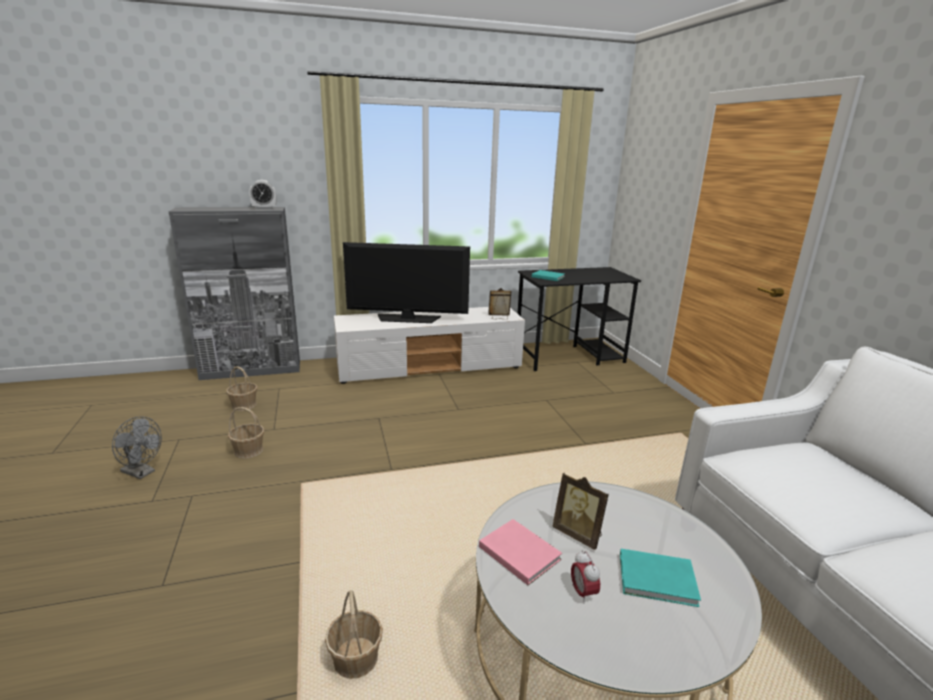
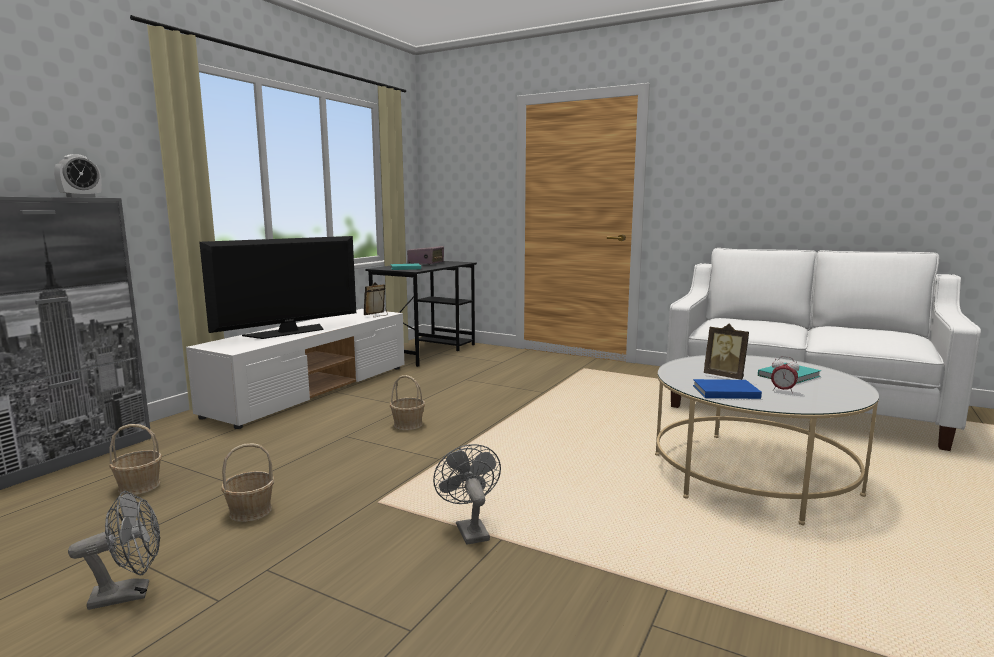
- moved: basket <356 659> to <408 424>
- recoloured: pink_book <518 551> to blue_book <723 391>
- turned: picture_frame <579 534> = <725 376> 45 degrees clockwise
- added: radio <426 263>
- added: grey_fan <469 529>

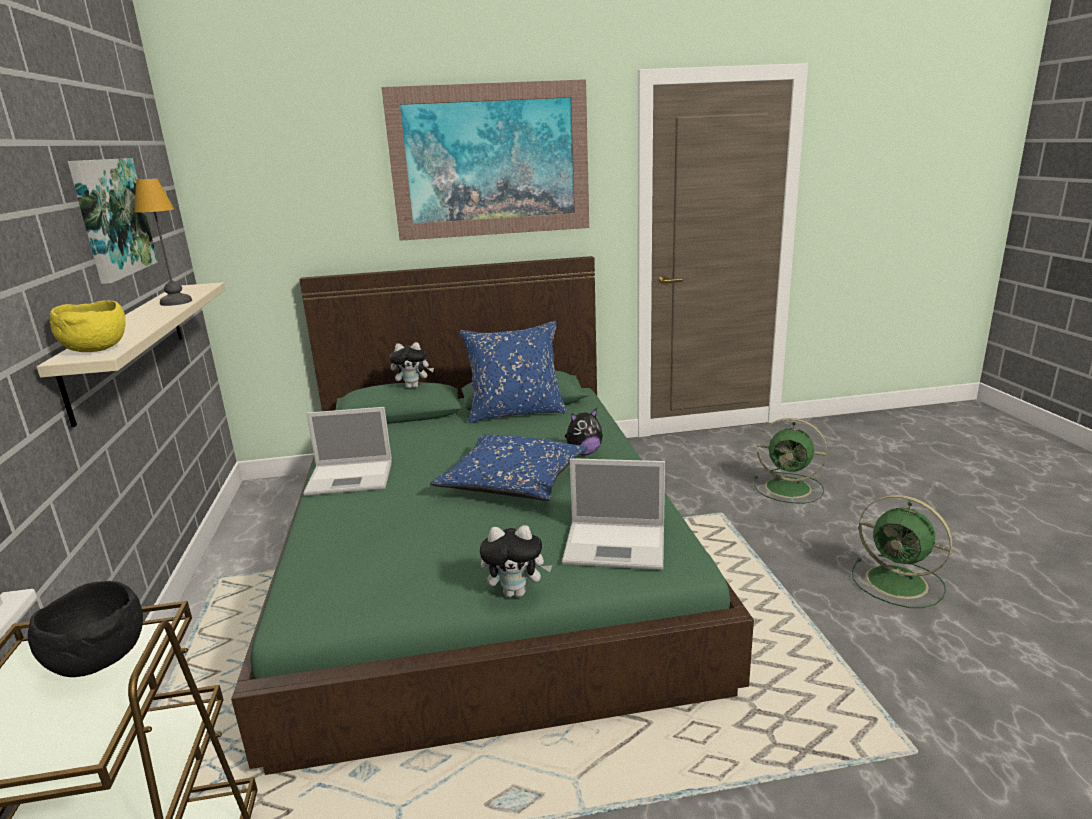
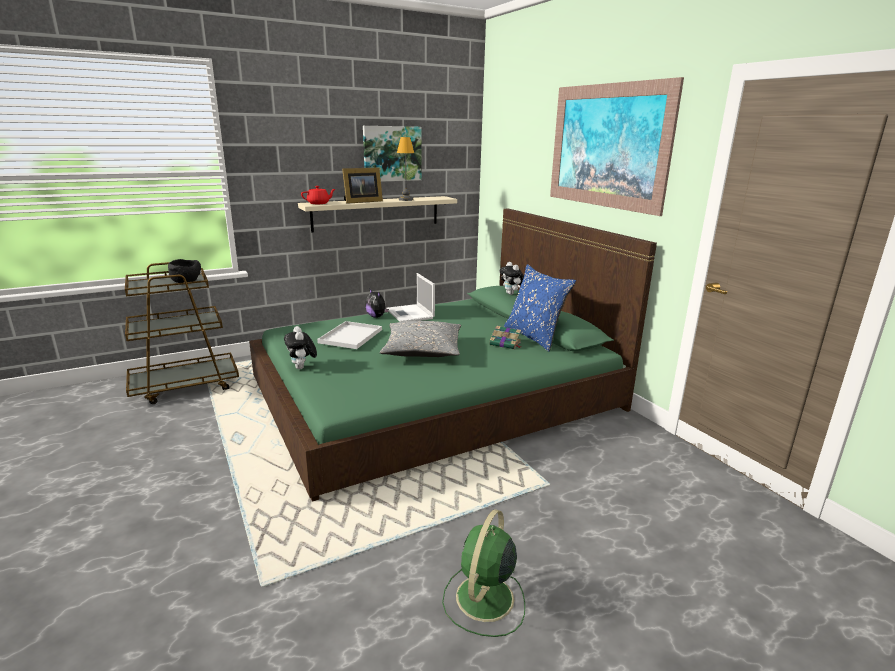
- replaced: yellow_bowl <96 349> to red_teapot <319 203>
- recoloured: blue_pillow <513 483> to grey_pillow <422 350>
- removed: laptop <617 545>
- moved: plush_toy <583 453> to <377 316>
- removed: green_fan <790 488>
- added: white_tray <351 336>
- added: picture_frame <361 202>
- added: book <506 344>

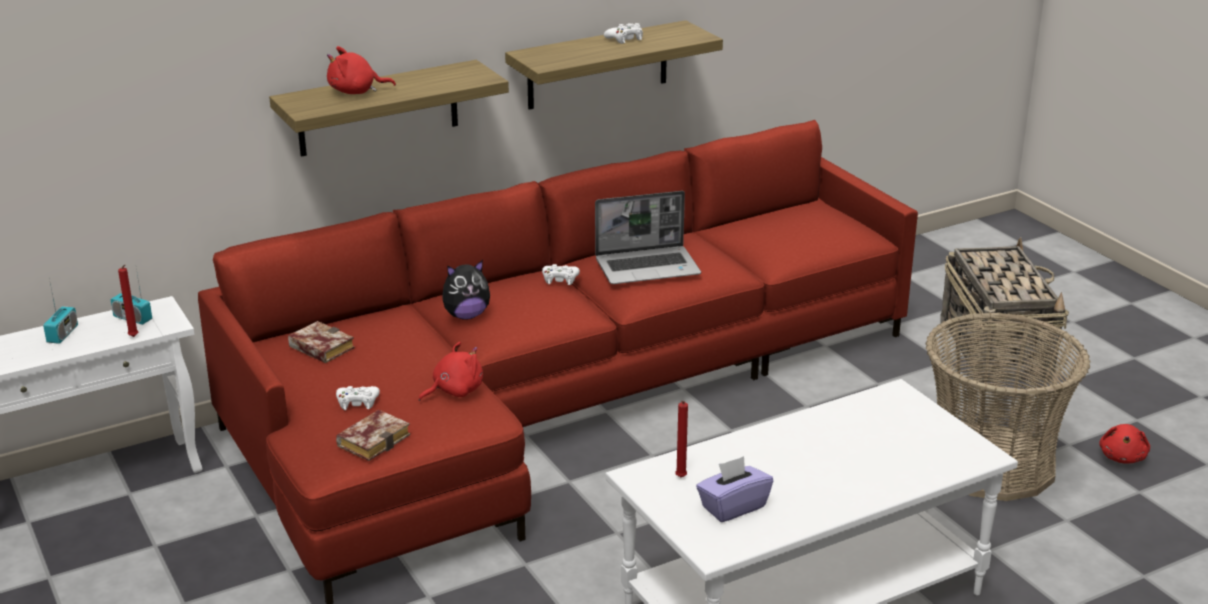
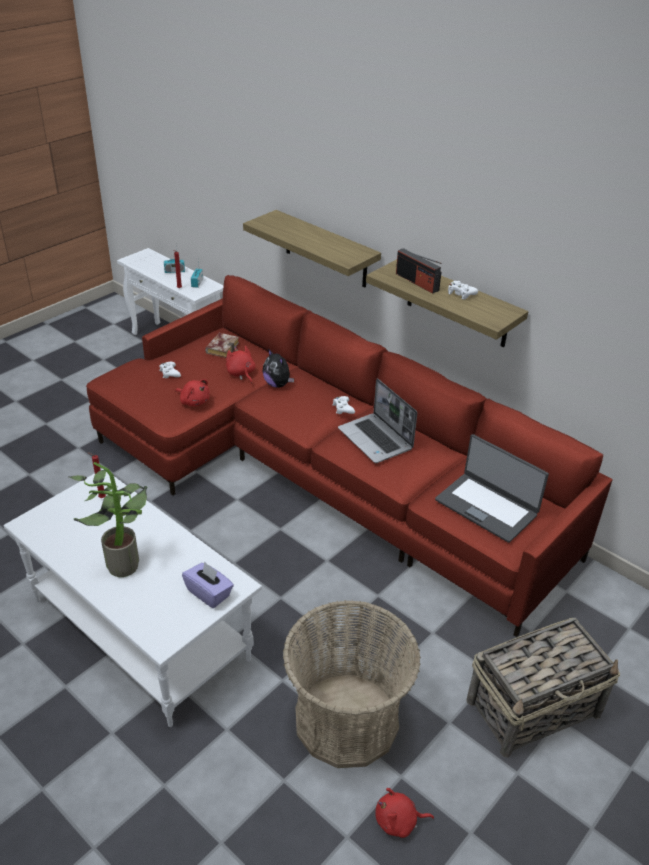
- moved: red_plush_toy <356 92> to <241 373>
- removed: book <374 439>
- moved: purple_tissue_box <733 507> to <209 593>
- added: potted_plant <124 562>
- added: radio <417 282>
- added: laptop <487 507>

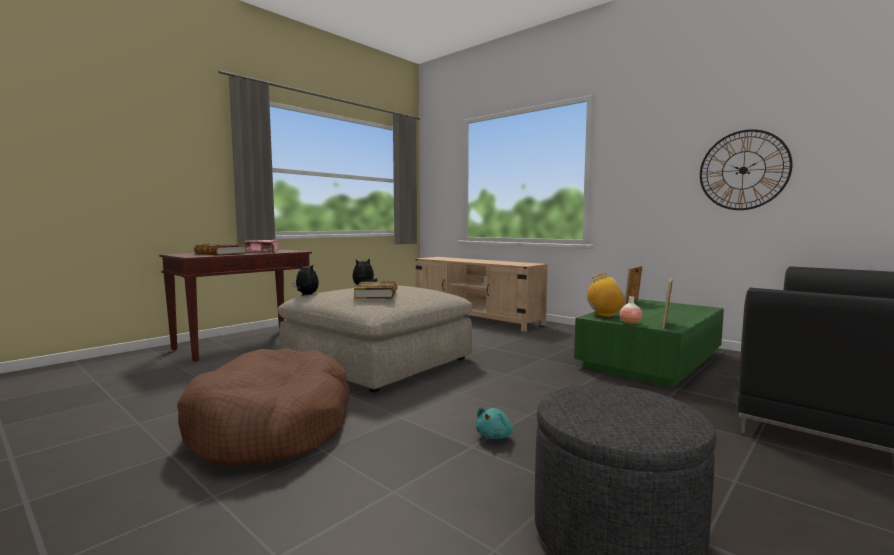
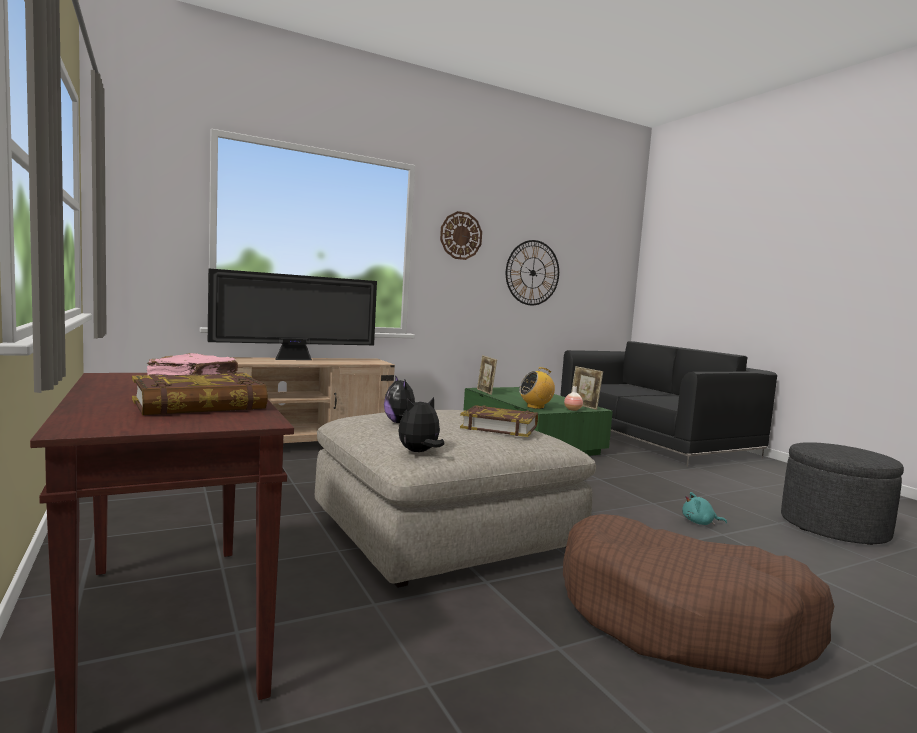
- turned: turquoise_plush_toy <495 436> = <700 523> 135 degrees clockwise
- turned: radio <605 315> = <535 407> 135 degrees counterclockwise
- added: television <295 359>
- added: wall_clock <461 235>

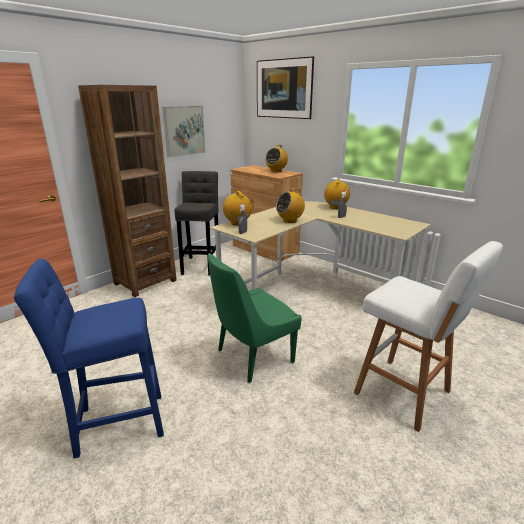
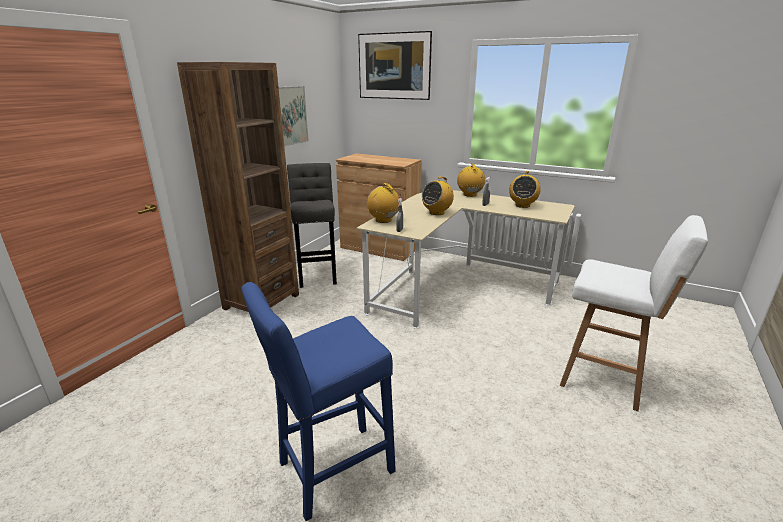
- removed: green_chair <252 357>
- moved: radio <276 171> to <522 205>

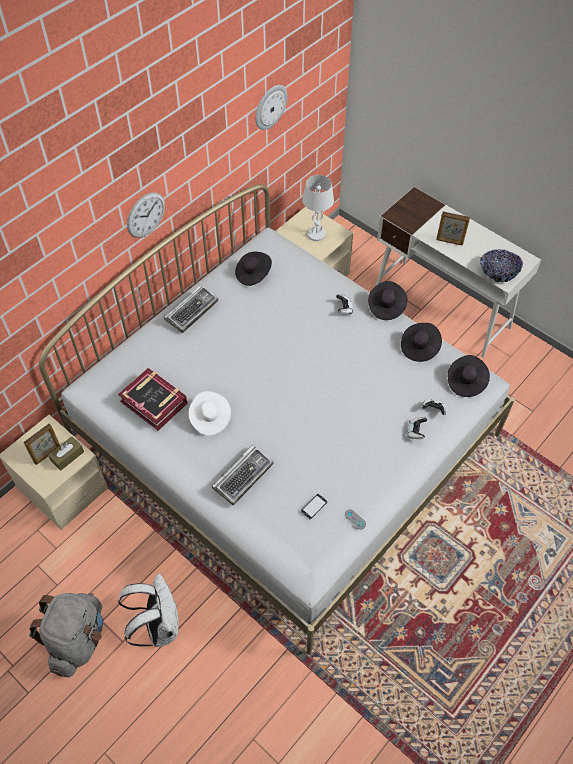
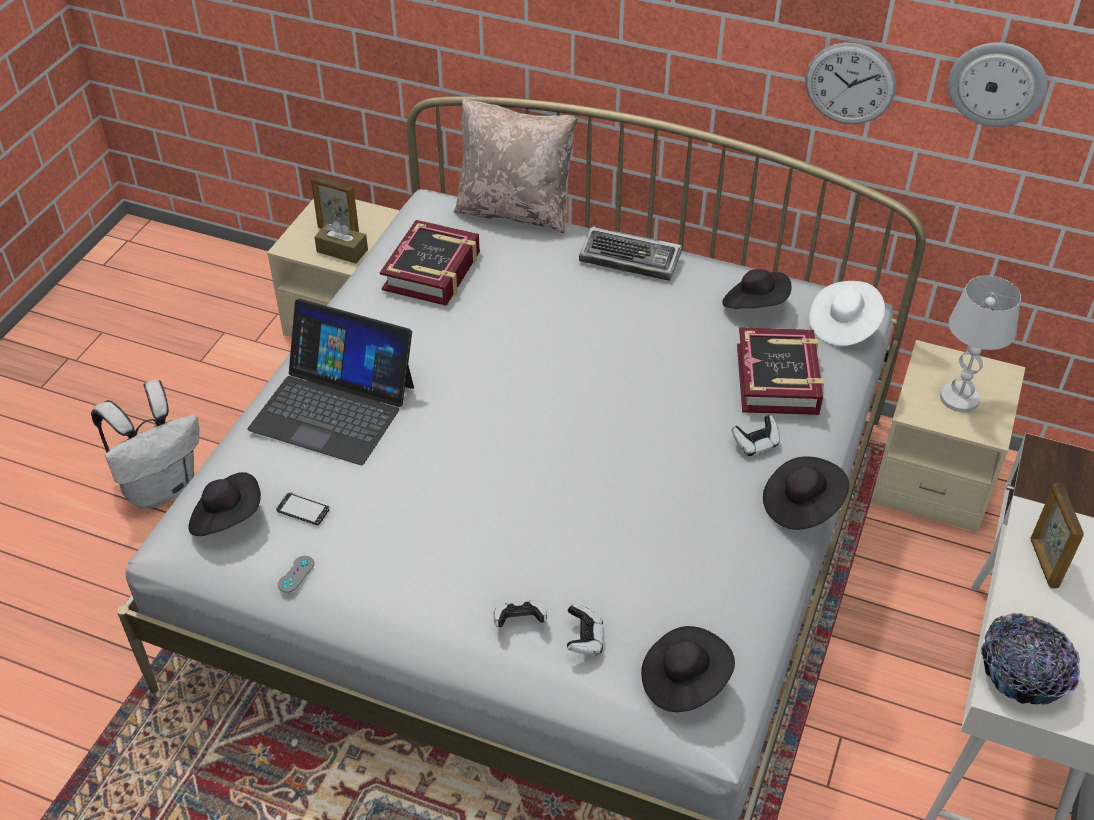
- removed: grey_backpack <77 639>
- moved: wall_clock <146 215> to <850 83>
- moved: white_hat <210 418> to <843 325>
- replaced: keyboard <243 476> to laptop <333 406>
- moved: black_hat <419 347> to <227 518>
- added: beige_pillow <515 210>
- added: book <778 379>

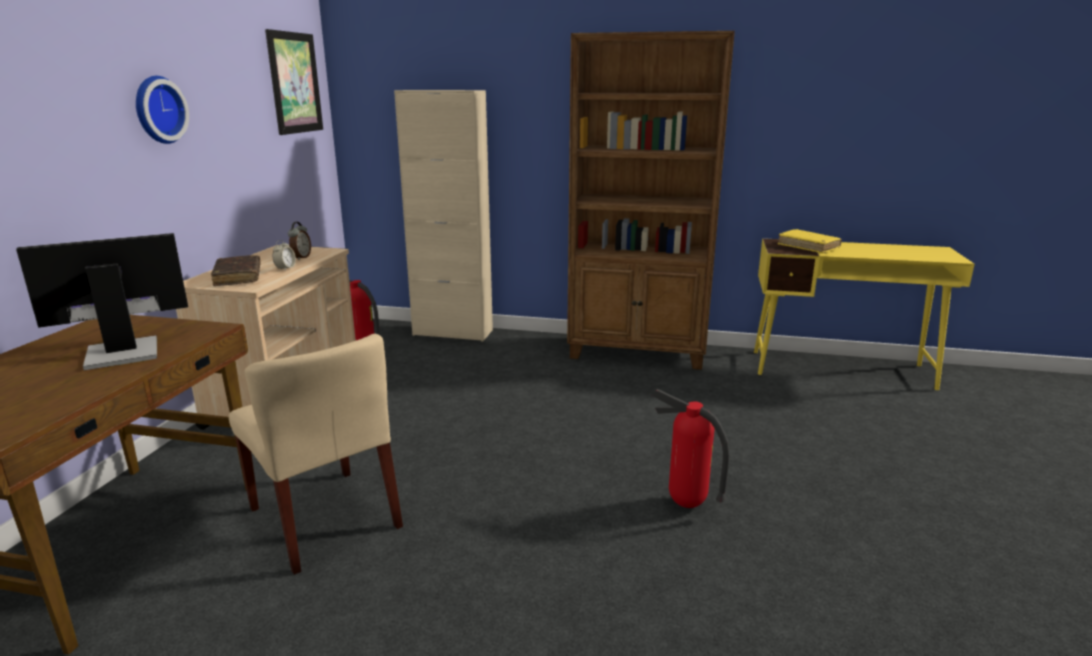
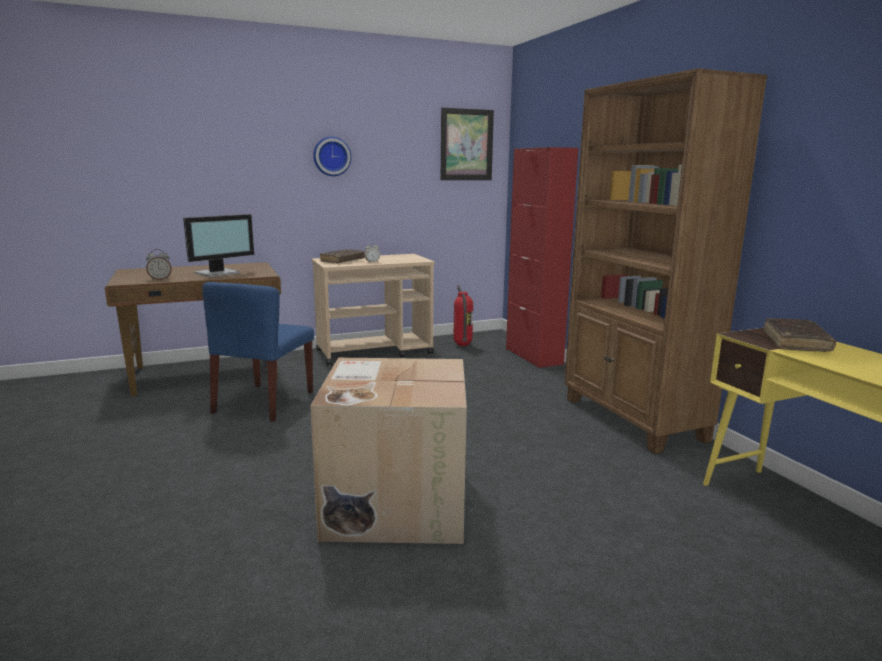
- turned: monitor <121 352> = <218 273> 105 degrees clockwise
- recoloured: beige_chair <325 518> to blue_chair <264 402>
- moved: alarm_clock <301 257> to <160 279>
- recoloured: beige_cabinet <453 332> to red_cabinet <533 356>
- replaced: fire_extinguisher <686 504> to cardboard_box <394 501>
- recoloured: yellow_book <808 247> to brown_book <796 342>

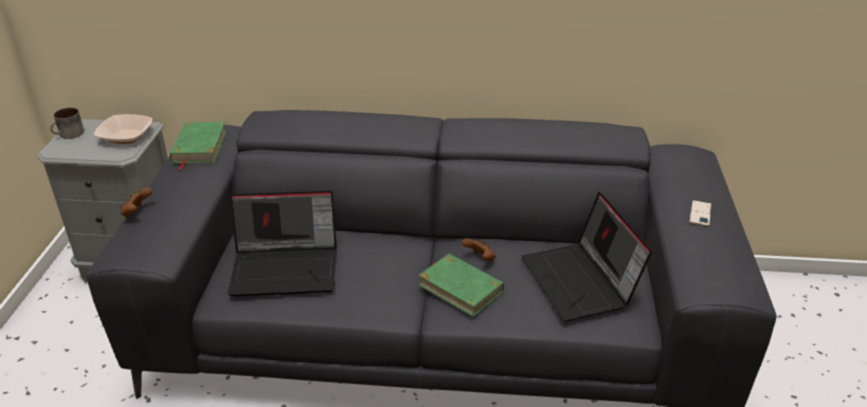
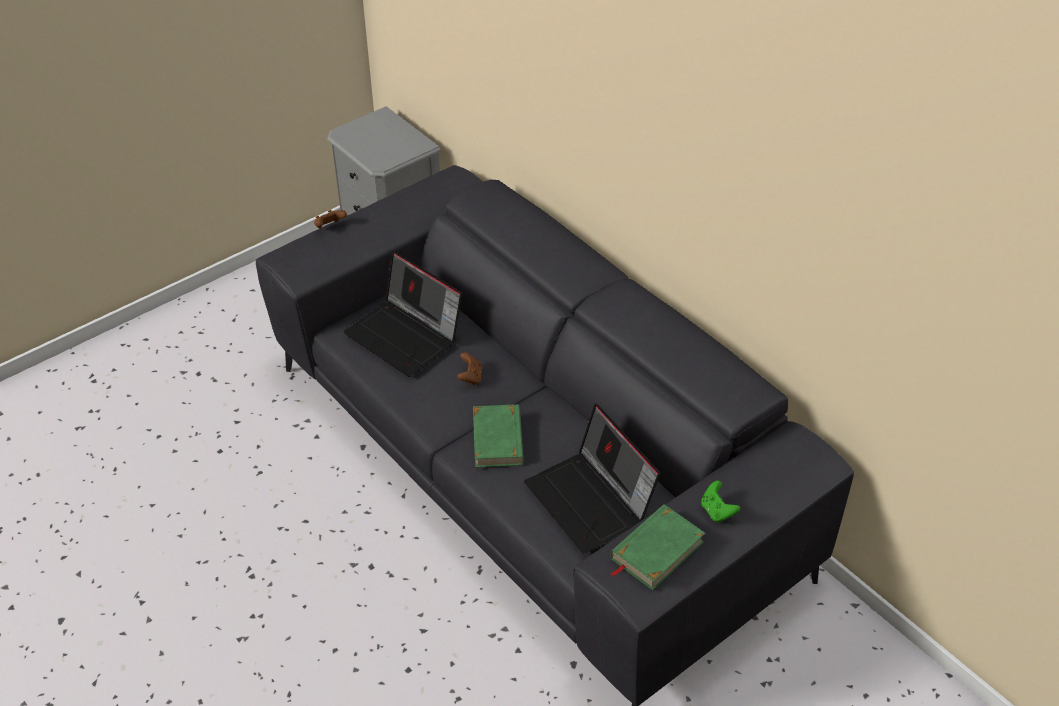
- removed: mug <69 134>
- removed: bowl <126 136>
- moved: green_book <199 147> to <656 550>
- moved: brown_game_controller <480 259> to <470 377>
- turned: laptop <581 282> = <591 501> 60 degrees counterclockwise
- replaced: phone <700 213> to green_game_controller <717 511>

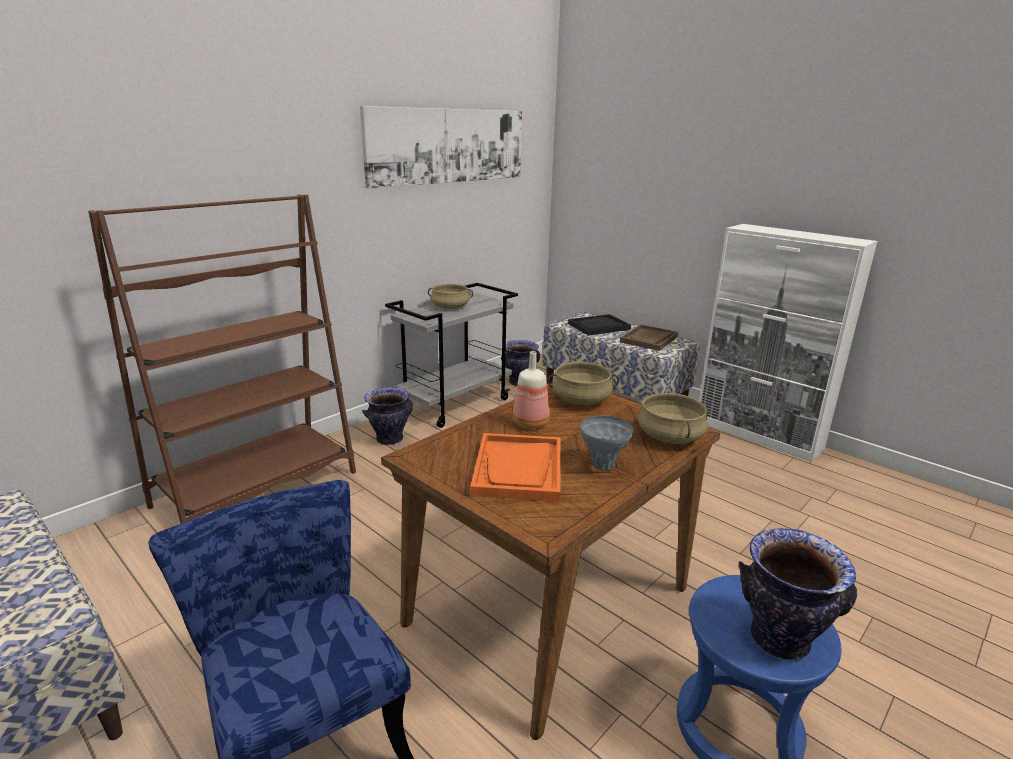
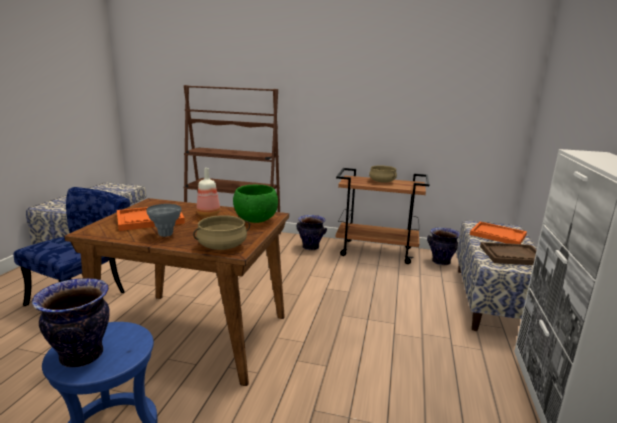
- removed: picture <448 146>
- recoloured: grey_cart <455 403> to brown_cart <377 251>
- replaced: beige_cooking_pot <581 400> to green_bowl <255 220>
- recoloured: black_tray <598 326> to orange_tray <497 235>

